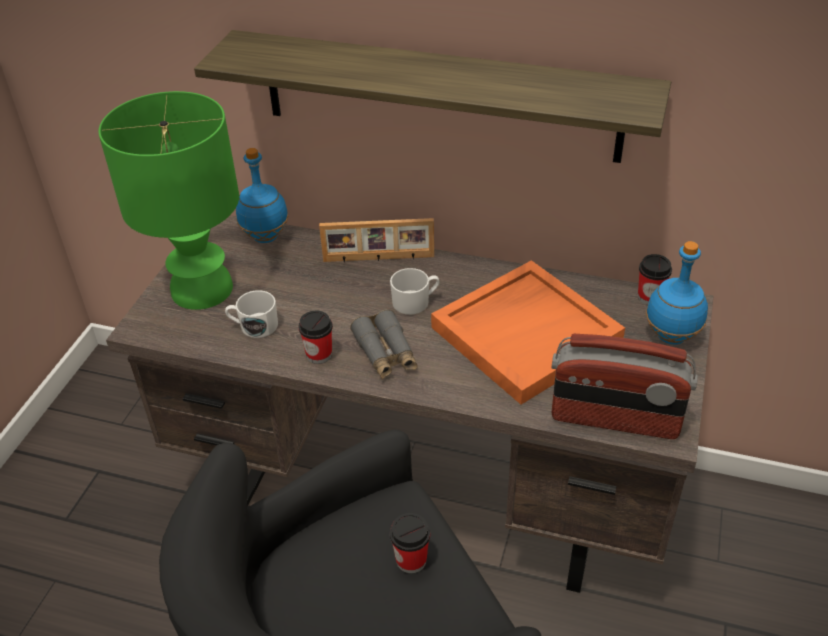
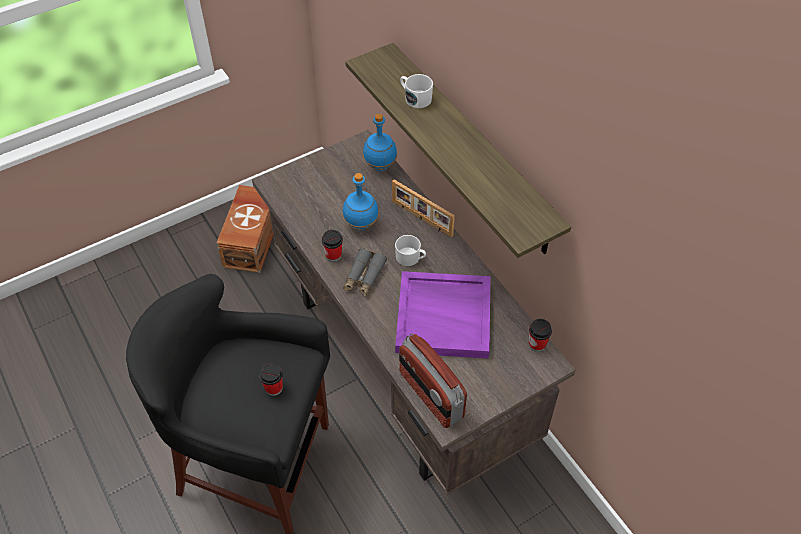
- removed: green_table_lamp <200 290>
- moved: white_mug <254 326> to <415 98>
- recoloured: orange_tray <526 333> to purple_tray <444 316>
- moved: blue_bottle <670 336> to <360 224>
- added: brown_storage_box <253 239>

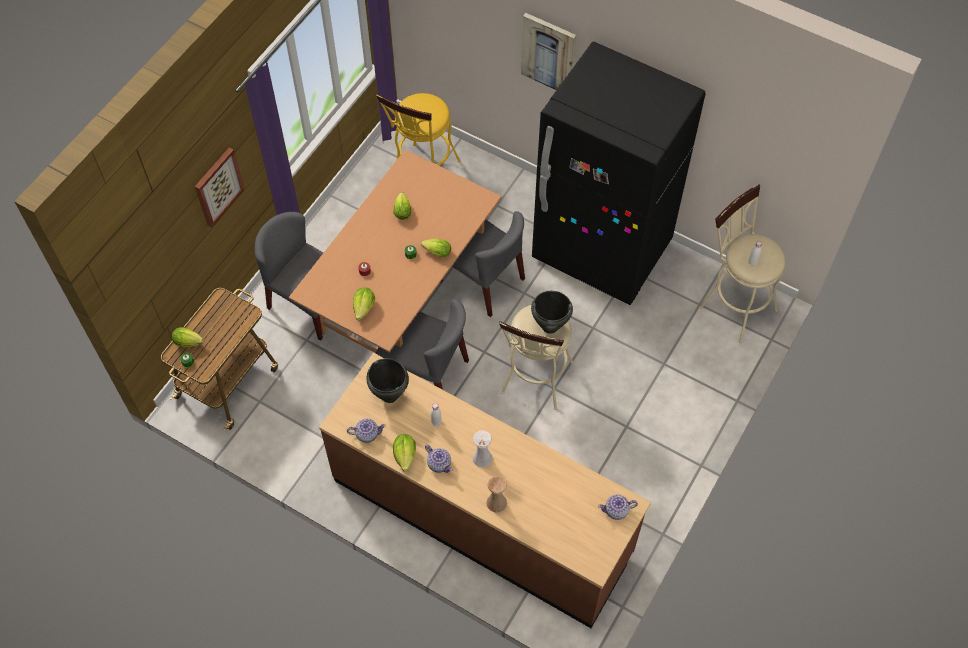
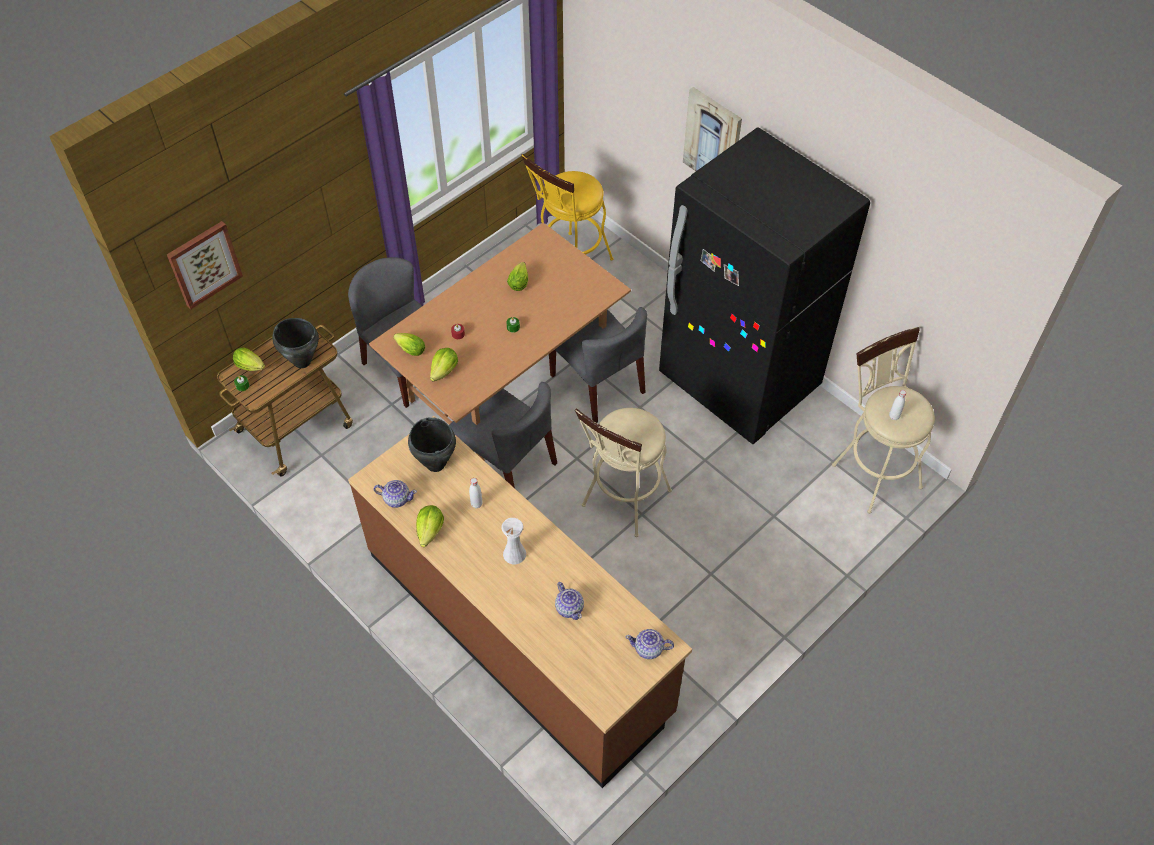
- moved: picture <218 186> to <204 264>
- moved: lettuce <435 252> to <409 349>
- moved: teapot <439 463> to <569 607>
- removed: beige_vase <496 503>
- moved: black_cooking_pot <549 326> to <302 361>

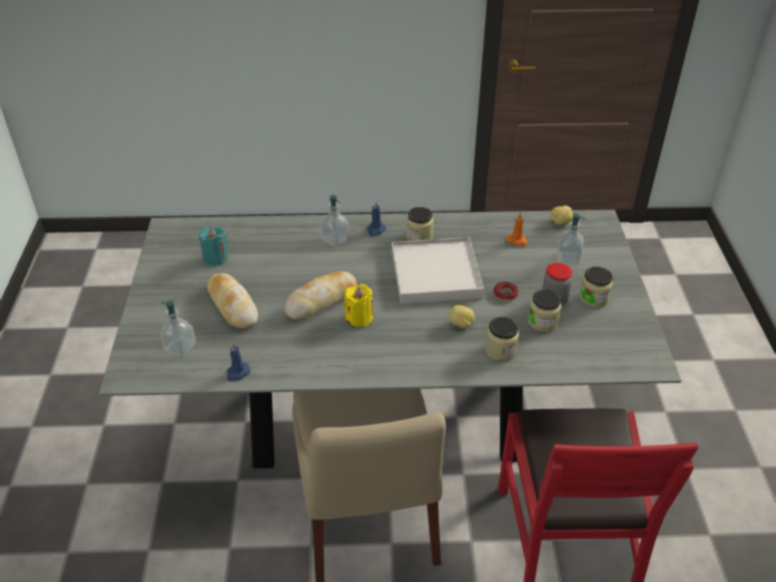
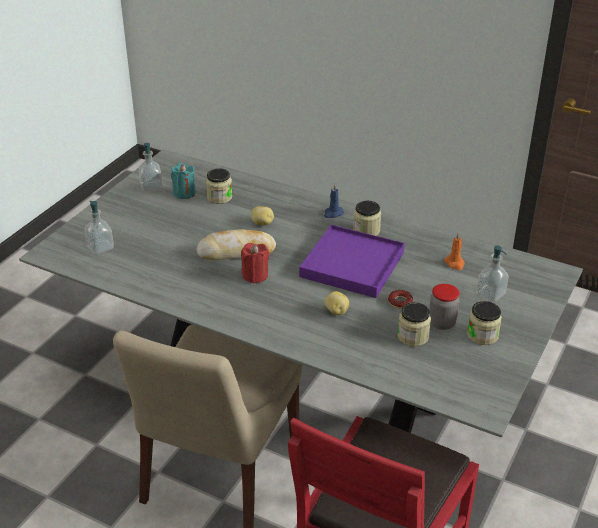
- removed: bread <232 306>
- removed: blue_candle <237 373>
- moved: soap_dispenser <335 240> to <151 187>
- recoloured: yellow_candle <359 317> to red_candle <255 275>
- recoloured: white_tray <435 274> to purple_tray <352 264>
- moved: jar <500 350> to <219 197>
- moved: potato <561 222> to <262 223>

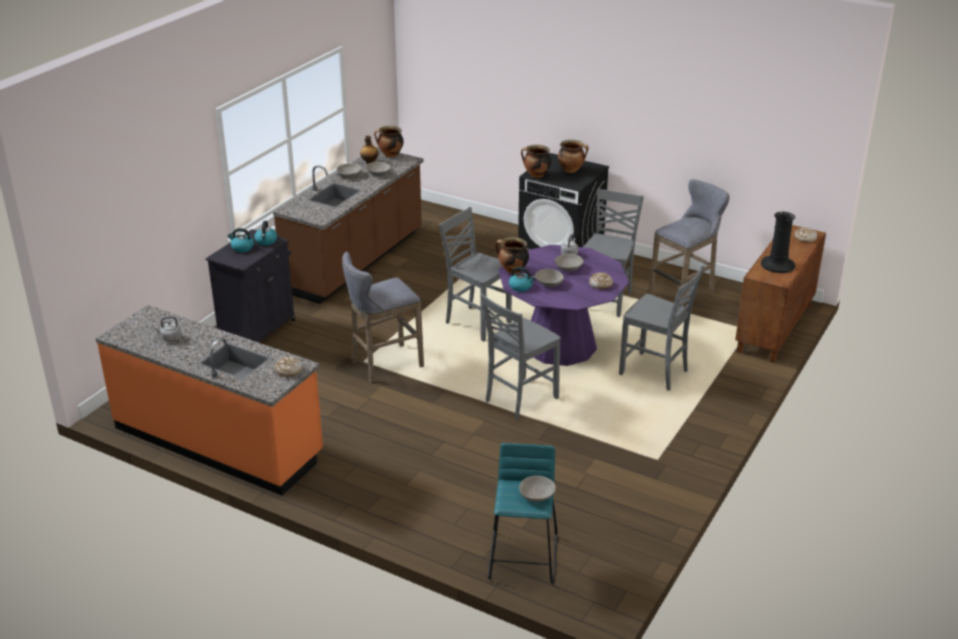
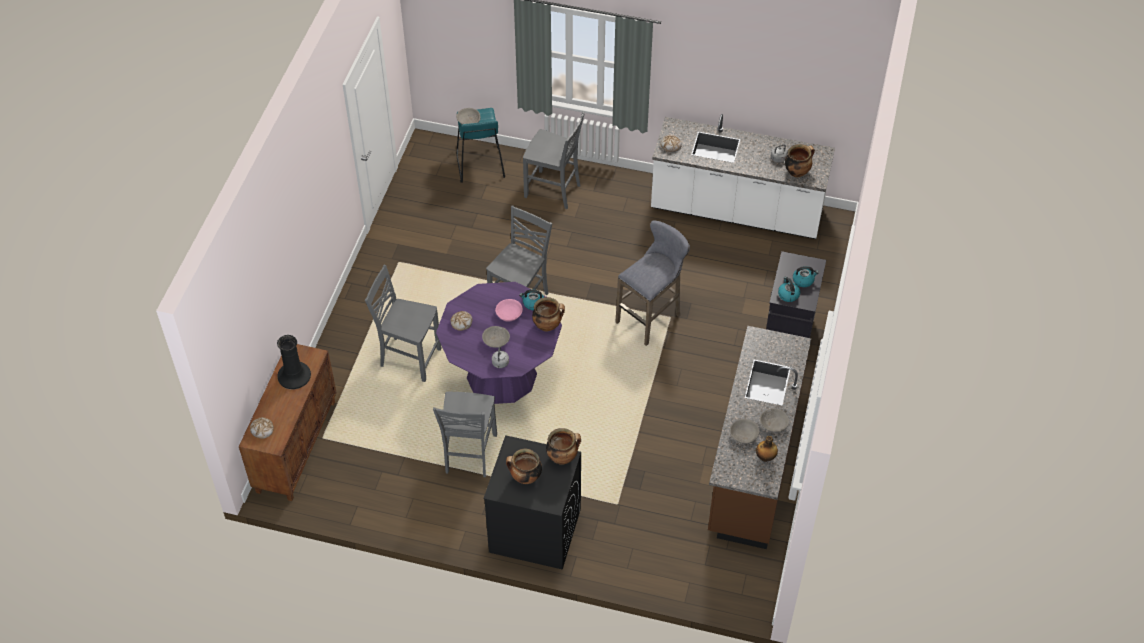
- recoloured: orange_counter <219 441> to white_counter <736 212>
- moved: cooking_pot <390 155> to <797 172>
- moved: grey_chair <476 322> to <553 191>
- recoloured: grey_bowl <549 283> to pink_bowl <509 314>
- removed: grey_stool <684 294>

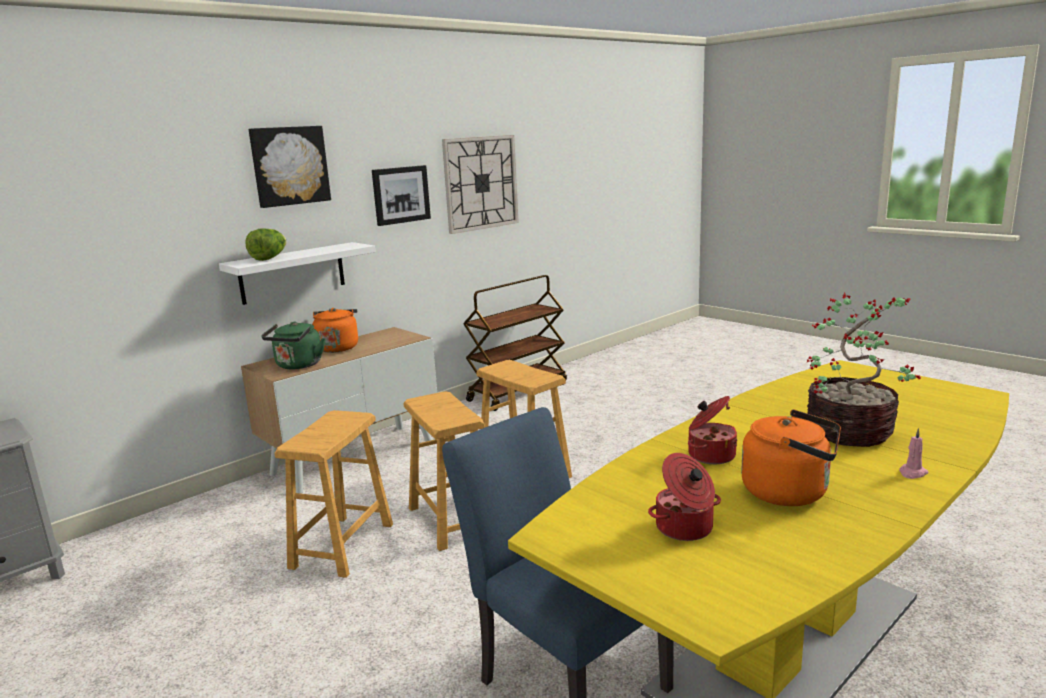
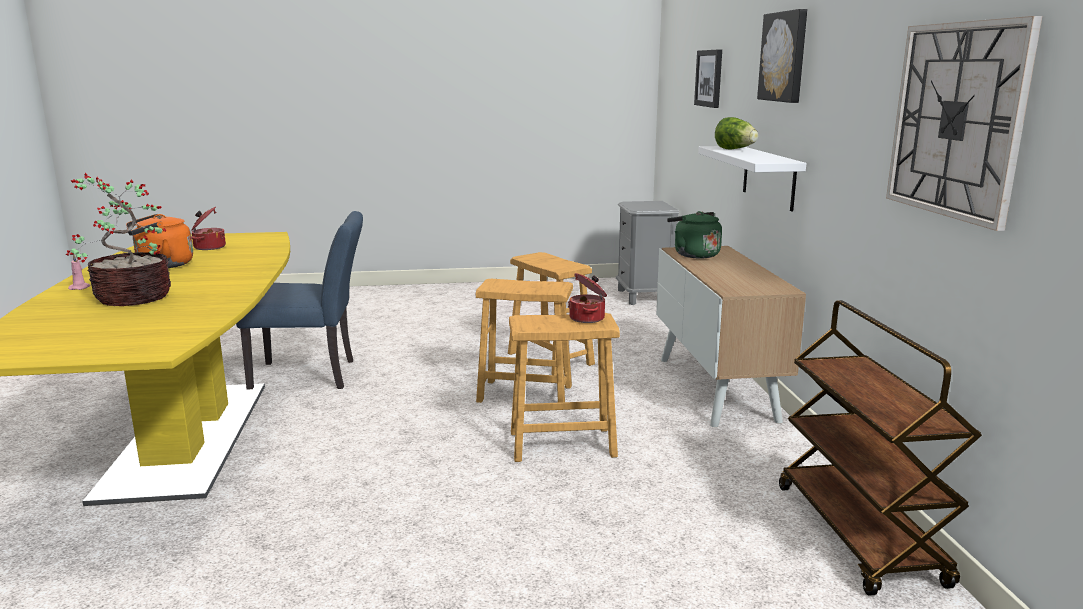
- removed: orange_kettle <337 347>
- moved: picture <400 195> to <709 78>
- moved: cooking_pot <710 455> to <588 318>

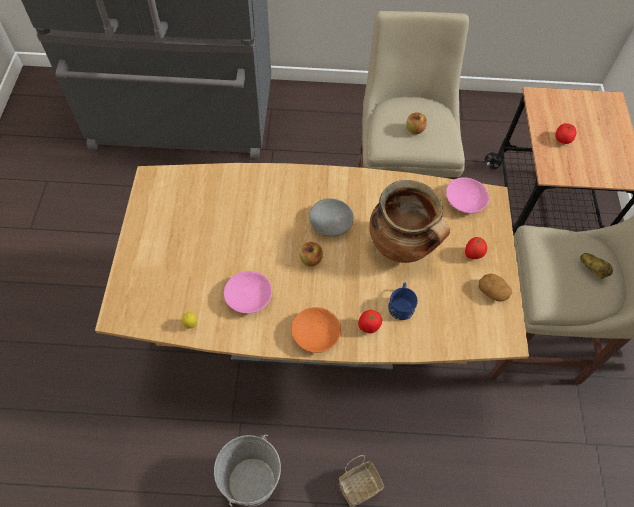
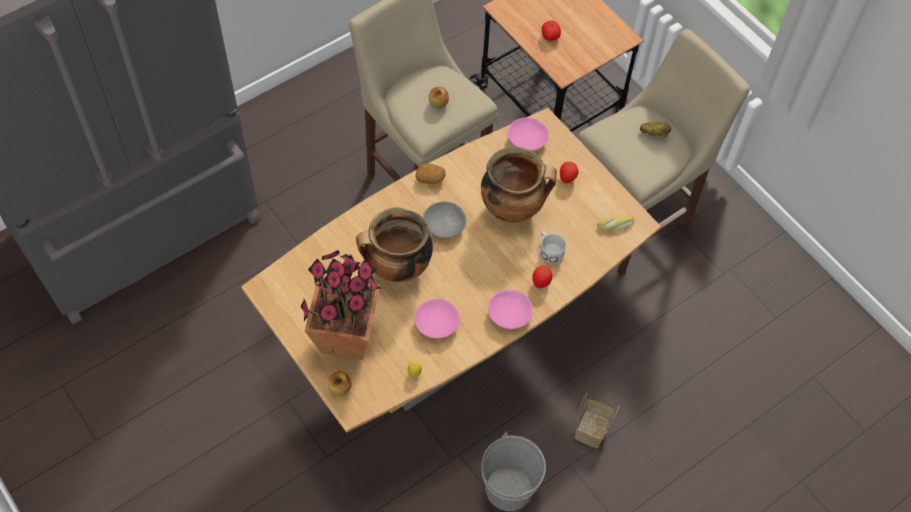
- recoloured: orange_bowl <316 334> to pink_bowl <510 313>
- moved: apple <310 259> to <340 388>
- recoloured: blue_mug <401 304> to white_mug <549 250>
- moved: potato <493 291> to <430 178>
- added: potted_plant <345 336>
- added: cooking_pot <397 268>
- added: bread <615 225>

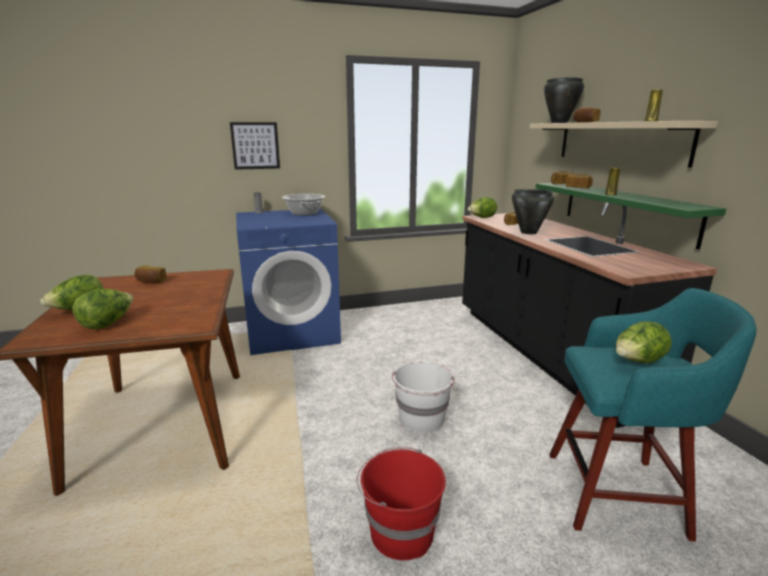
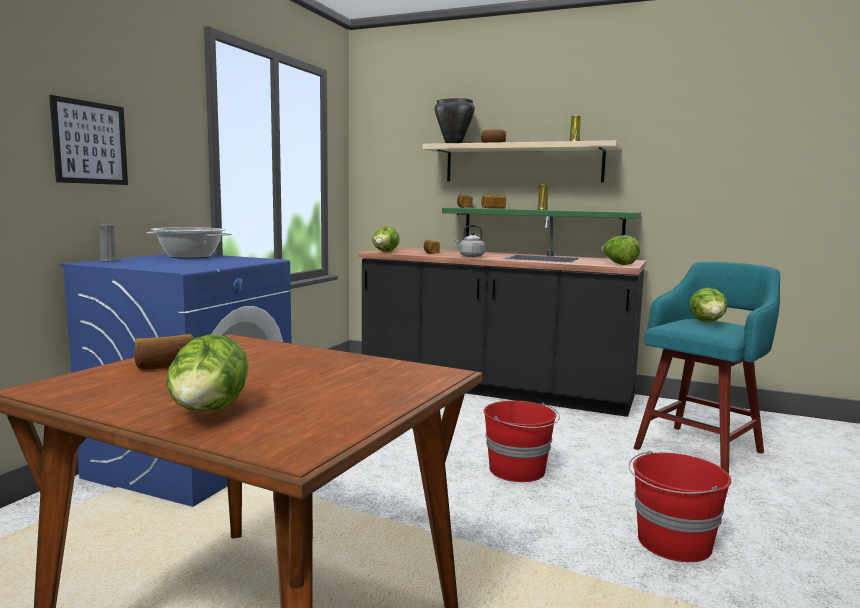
- moved: lettuce <108 324> to <618 264>
- recoloured: white_bucket <422 419> to red_bucket <518 470>
- replaced: black_cooking_pot <528 232> to grey_kettle <470 256>

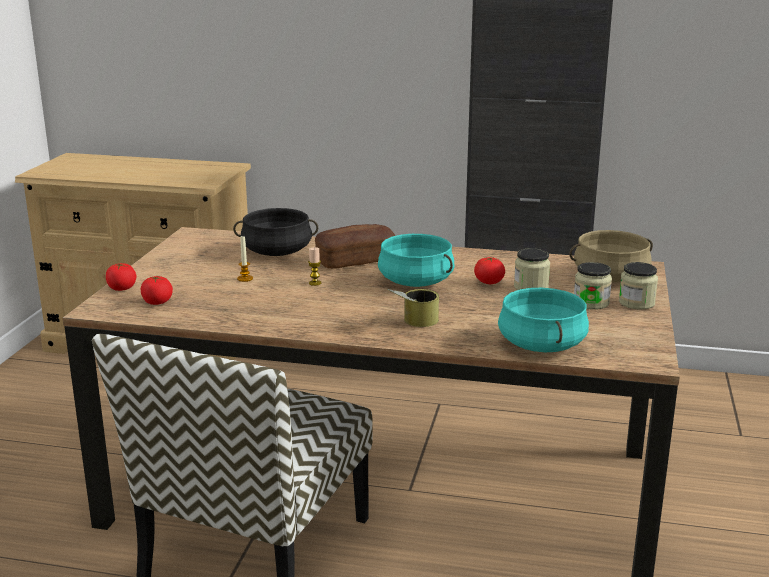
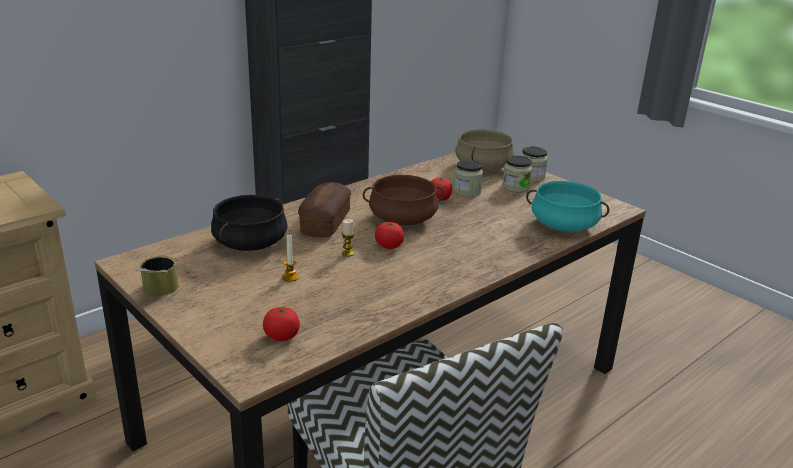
- moved: tomato <121 288> to <389 246>
- recoloured: turquoise_cooking_pot <416 282> to brown_cooking_pot <403 219>
- moved: can <412 323> to <158 293>

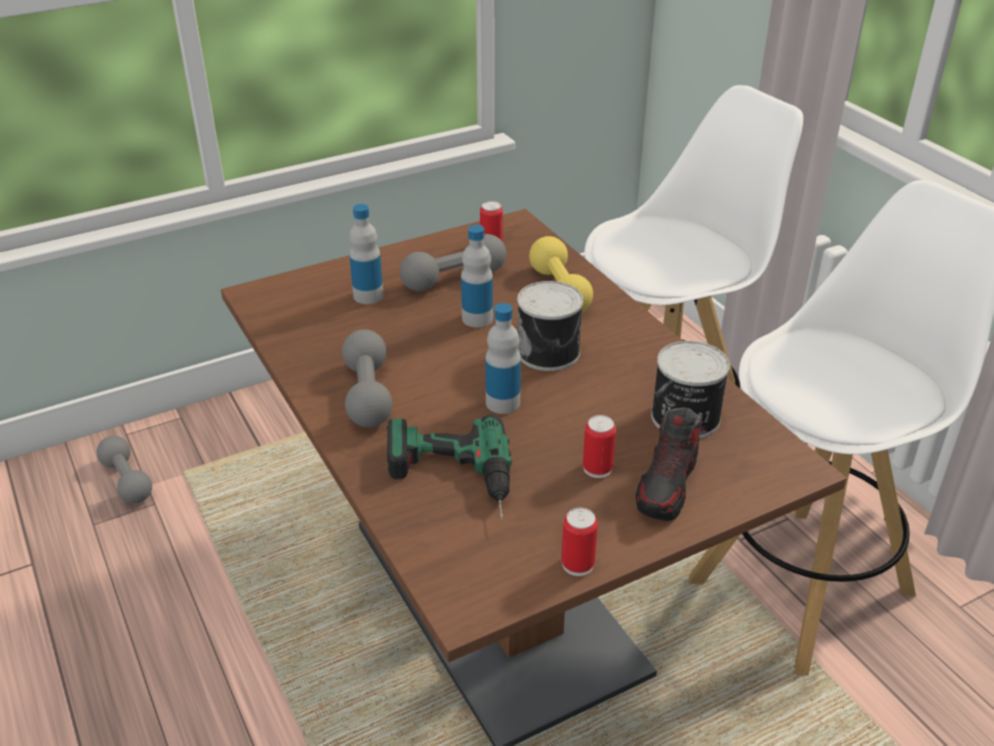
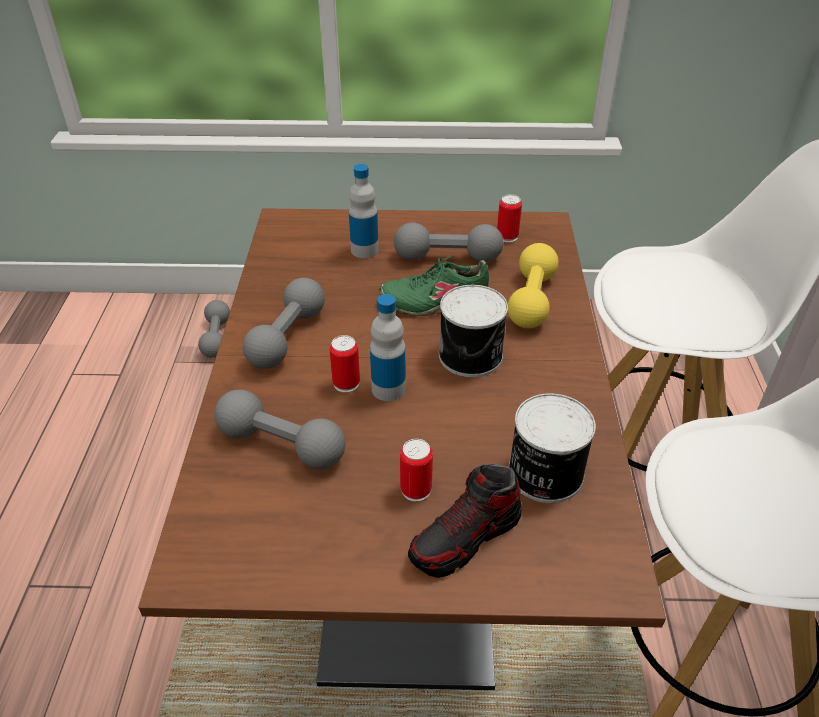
- replaced: power_drill <450 481> to grey_dumbbell <281 445>
- replaced: bottle <477 318> to green_shoe <435 301>
- moved: can <577 564> to <346 383>

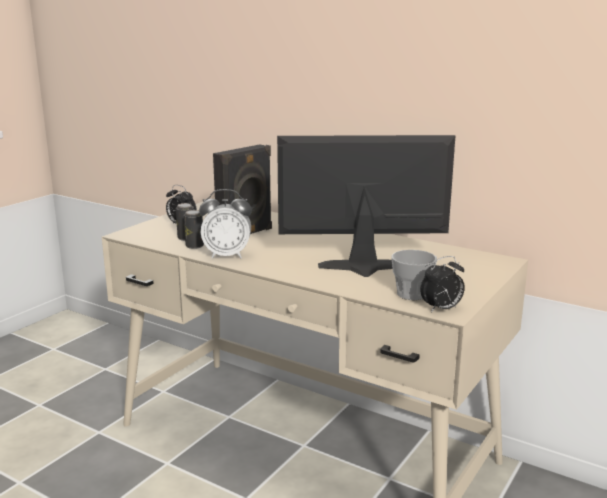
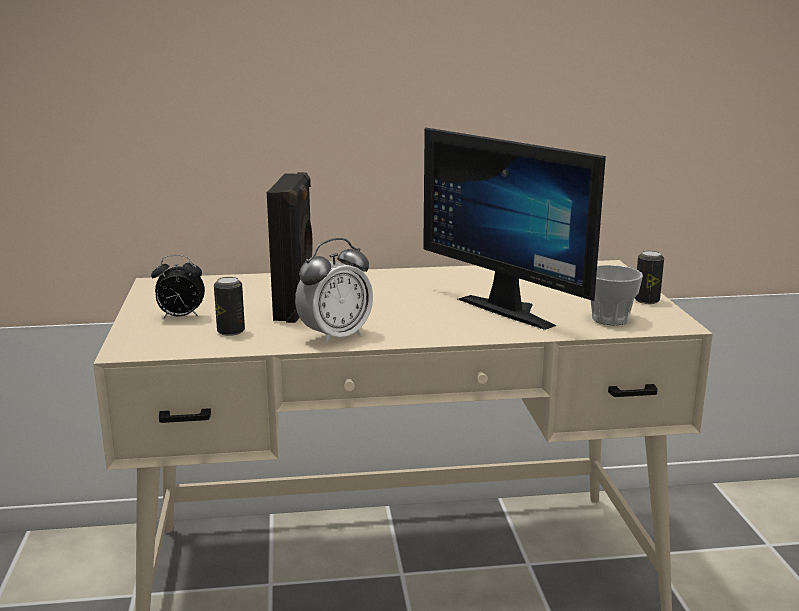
- moved: can <194 246> to <646 300>
- turned: monitor <364 269> = <514 308> 90 degrees counterclockwise
- removed: alarm_clock <441 309>

